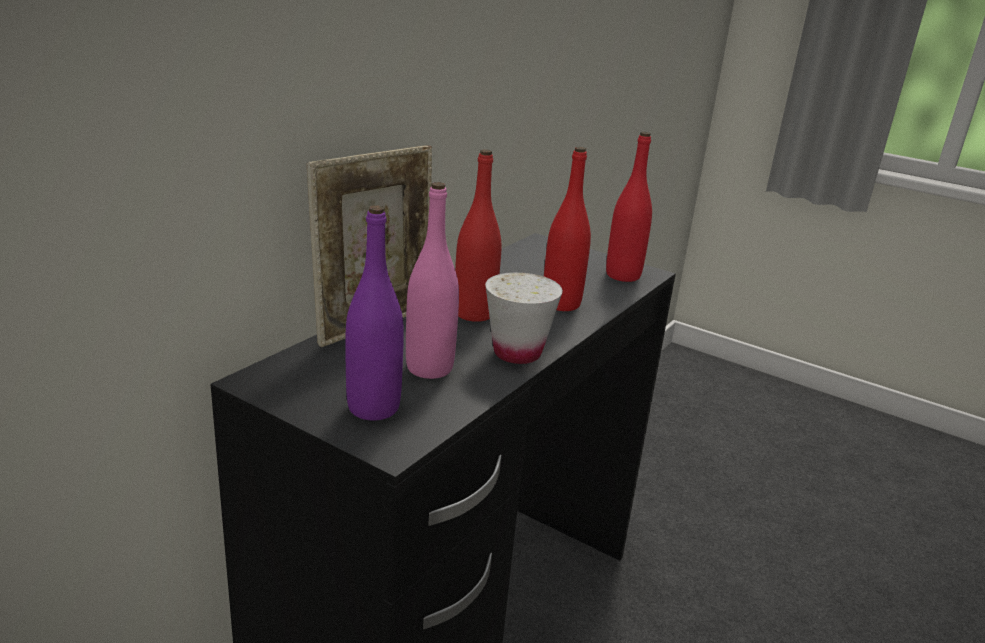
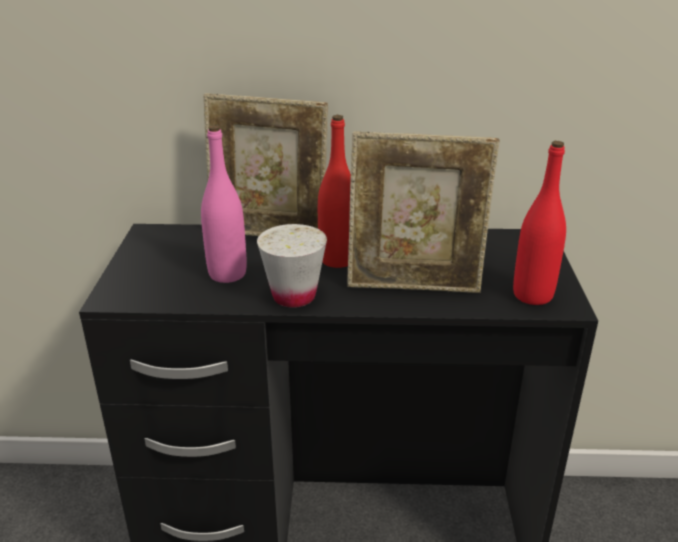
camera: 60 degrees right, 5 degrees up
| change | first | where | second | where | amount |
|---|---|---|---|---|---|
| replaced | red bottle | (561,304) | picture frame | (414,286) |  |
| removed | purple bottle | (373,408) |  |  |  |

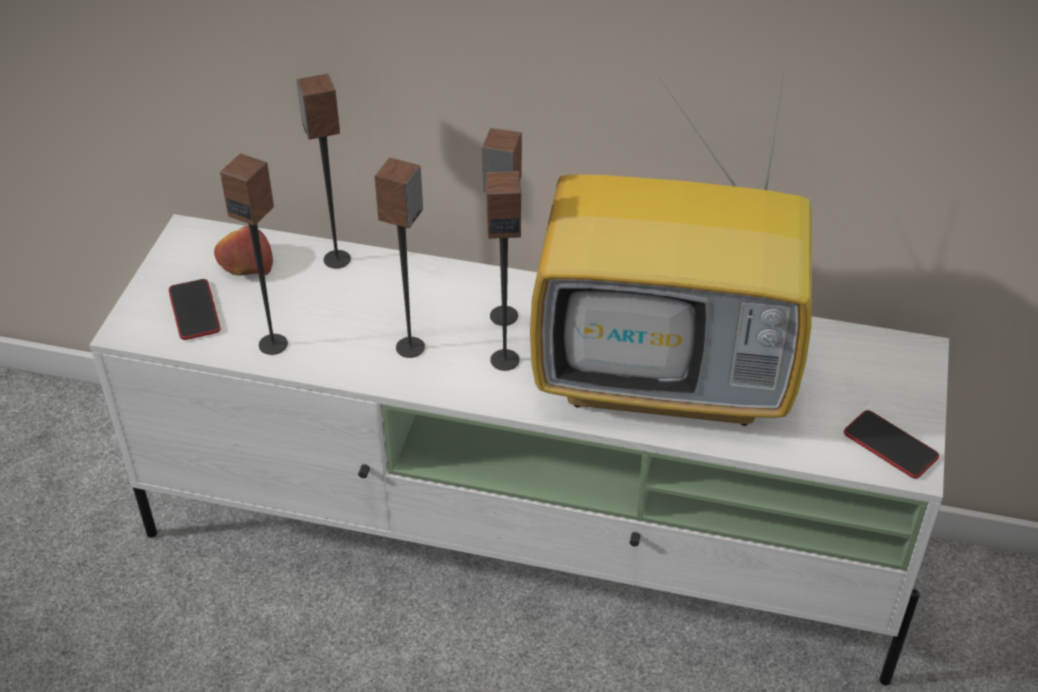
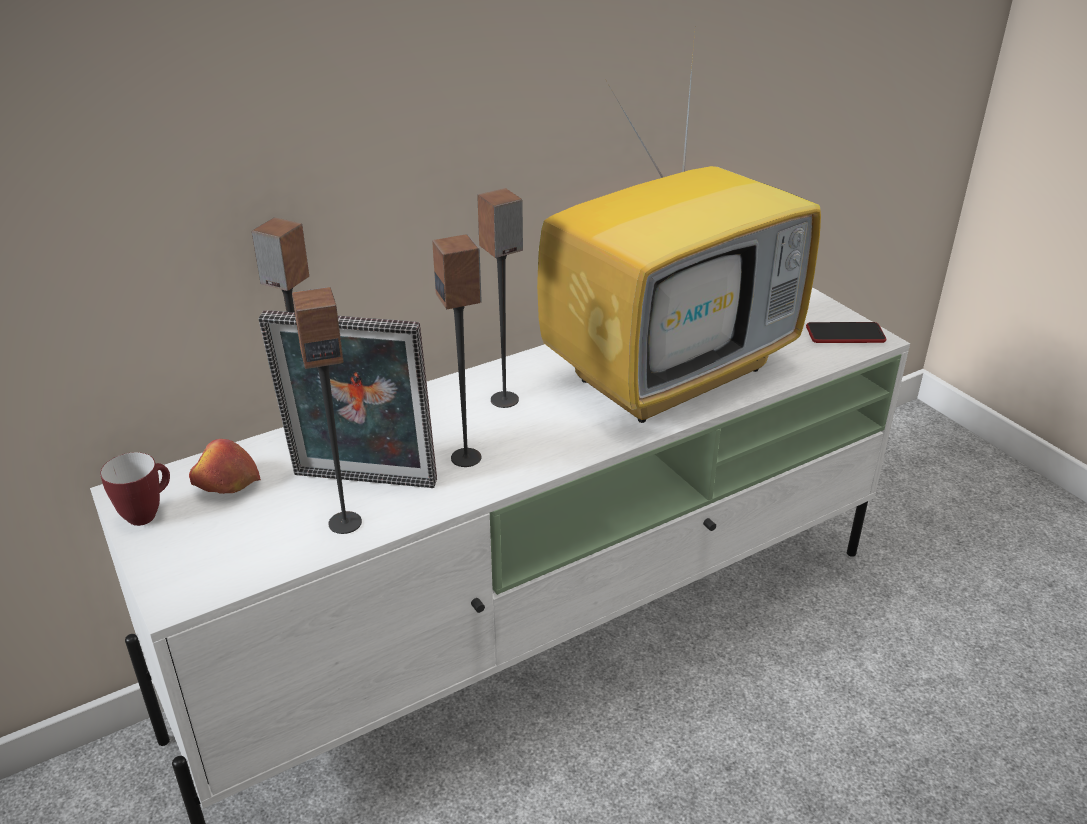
camera: 45 degrees left, 10 degrees down
| change | first | where | second | where | amount |
|---|---|---|---|---|---|
| removed | loudspeaker | (505,359) |  |  |  |
| removed | telephone | (194,310) |  |  |  |
| added |  |  | picture frame | (362,483) |  |
| added |  |  | coffee mug | (147,513) |  |

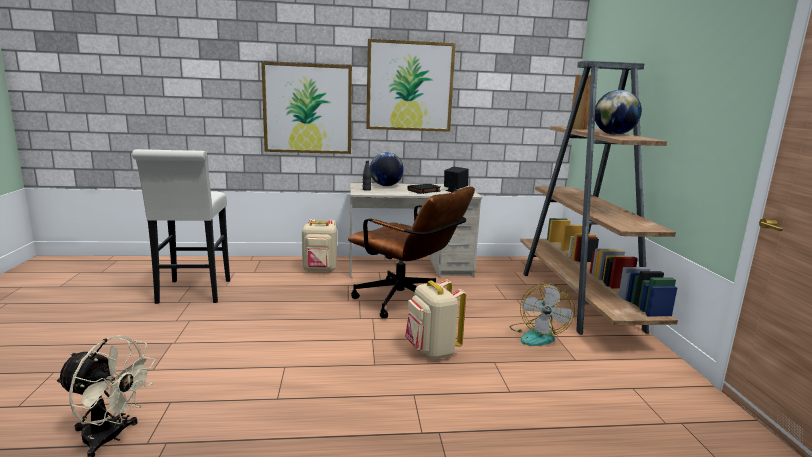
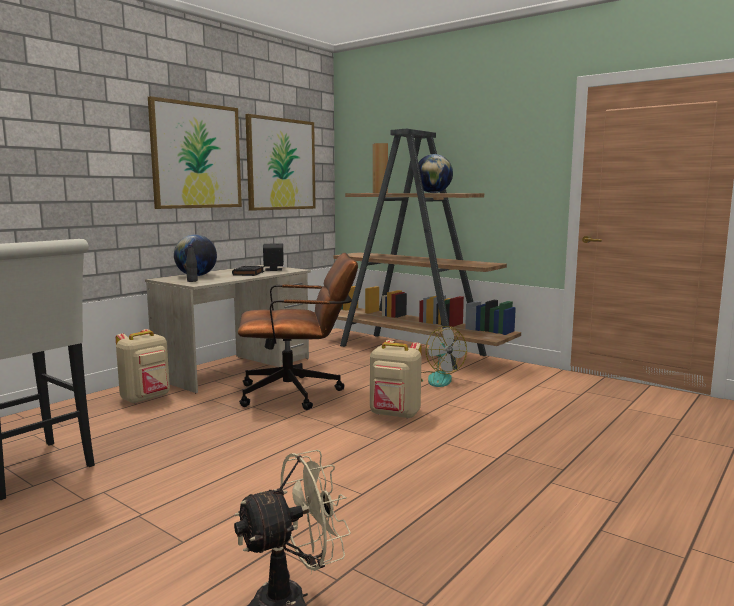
camera: 45 degrees left, 5 degrees down
| change | first | where | second | where | amount |
|---|---|---|---|---|---|
| moved | picture | (308,109) |  | (281,164) |  |

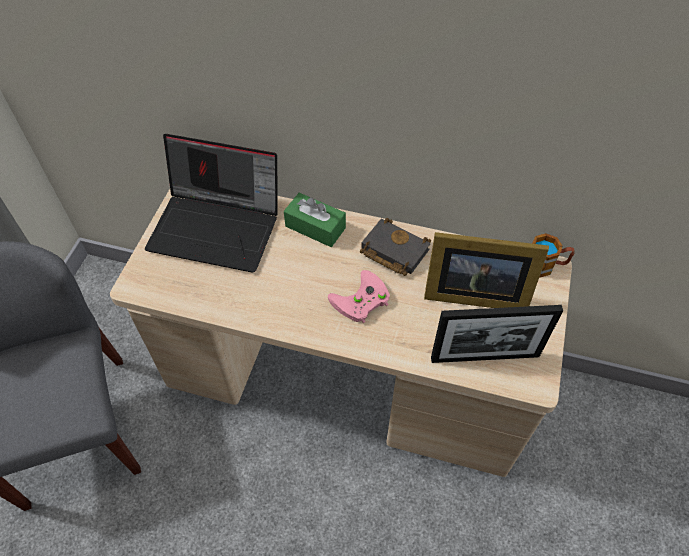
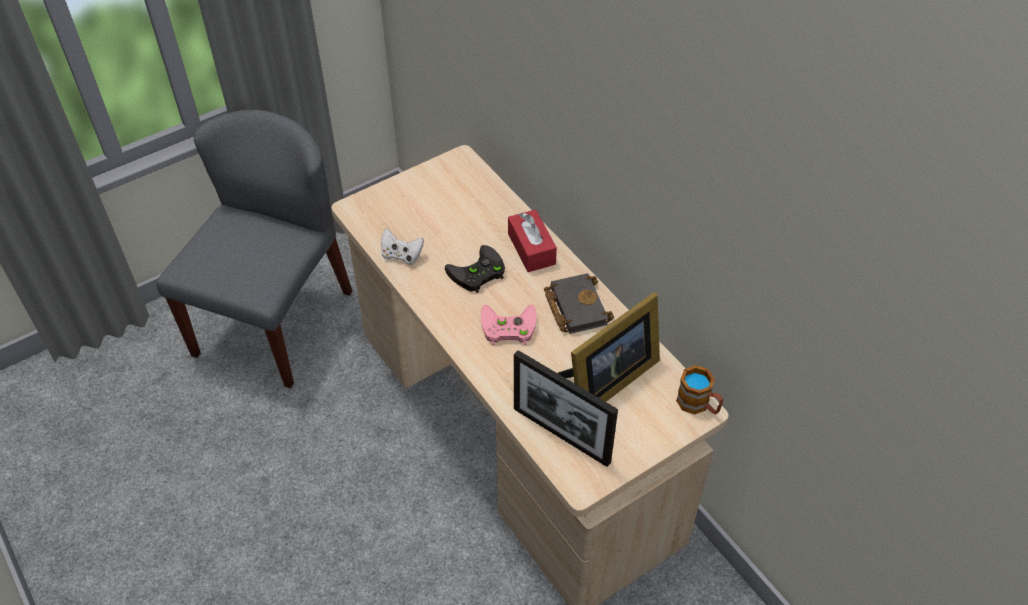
camera: 40 degrees right, 5 degrees down
| change | first | where | second | where | amount |
|---|---|---|---|---|---|
| removed | laptop | (218,227) |  |  |  |
| recoloured | greenish box of tissues | (315,227) | red box of tissues | (531,249) |  |
| turned | picture frame | (472,292) |  | (606,382) | 90 degrees counterclockwise |
| added |  |  | whitish gamepad | (401,256) |  |
| added |  |  | black-coloured gamepad | (476,274) |  |

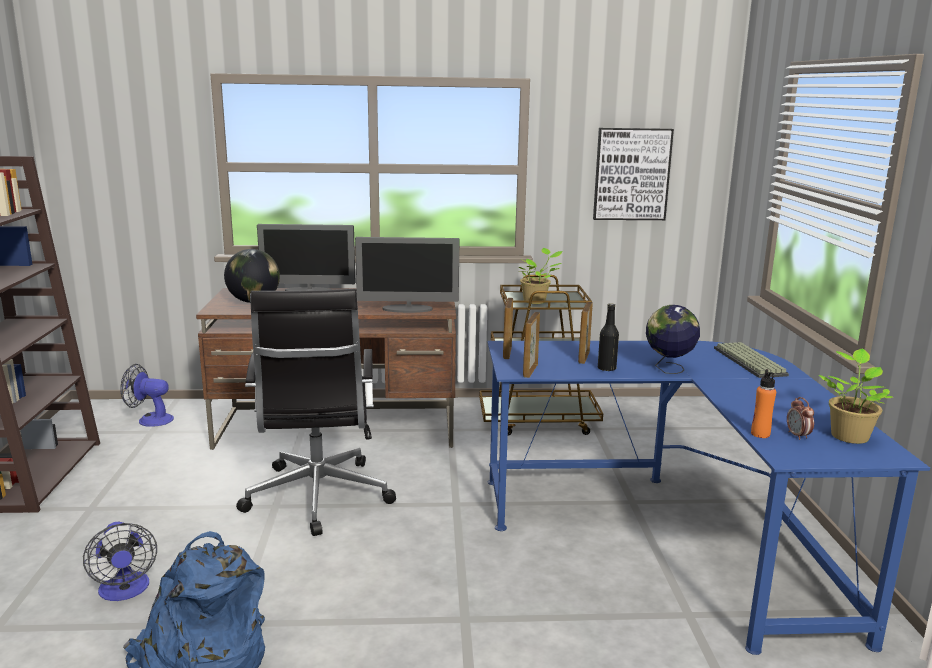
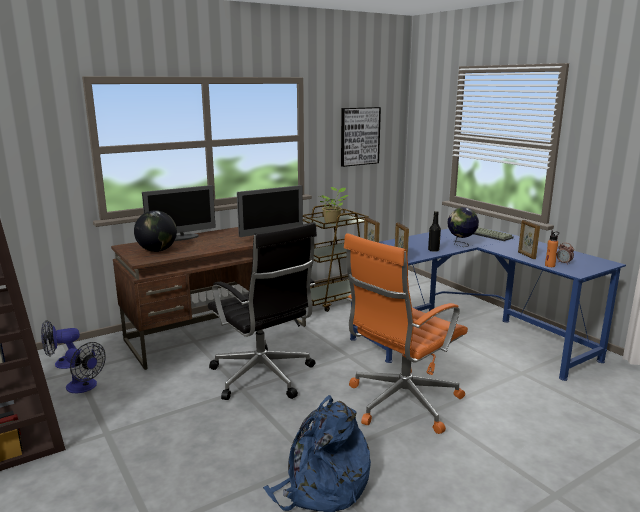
camera: 30 degrees left, 0 degrees up
| change | first | where | second | where | amount |
|---|---|---|---|---|---|
| moved | picture frame | (583,357) |  | (526,255) |  |
| removed | plant in a pot | (849,435) |  |  |  |
| moved | fan | (125,591) |  | (85,387) |  |
| added |  |  | orangey desk chair | (400,403) |  |

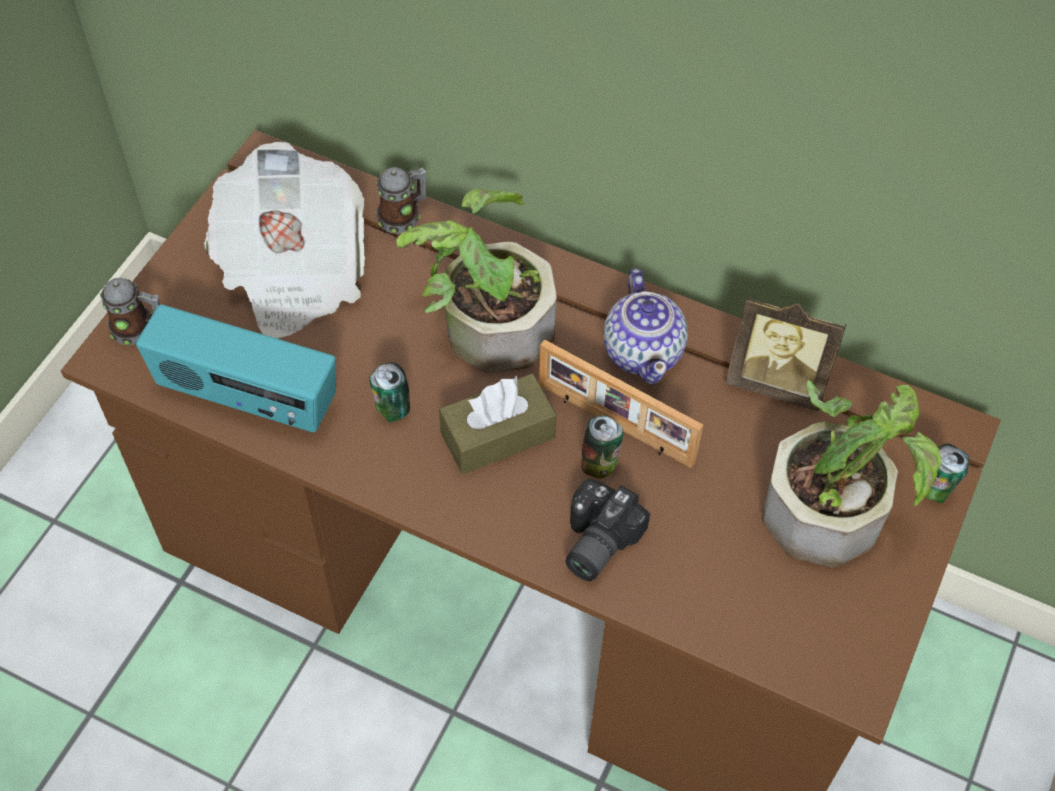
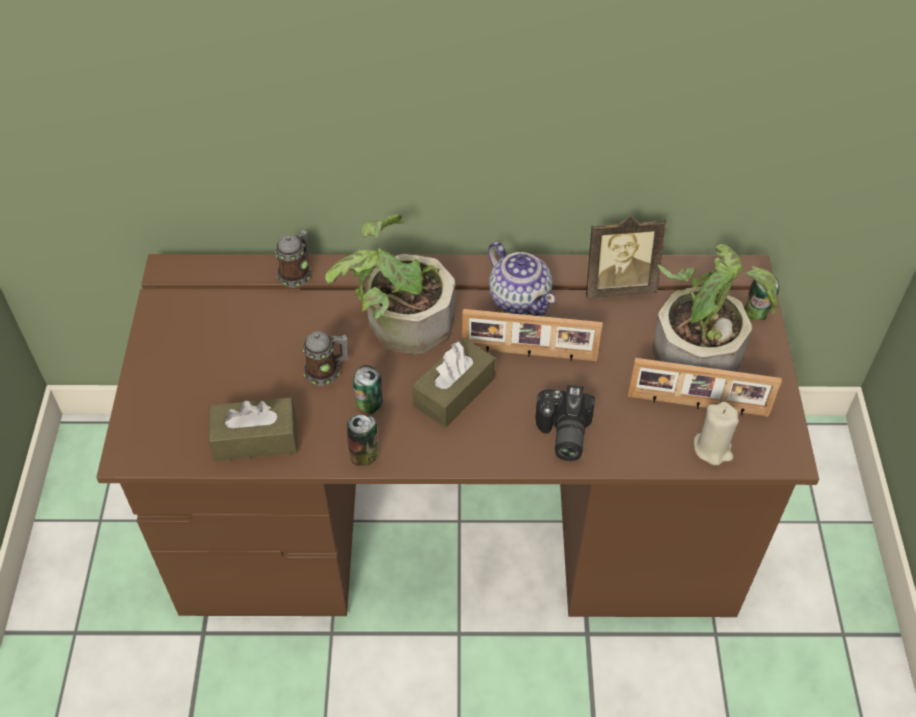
camera: 25 degrees left, 5 degrees down
| change | first | where | second | where | amount |
|---|---|---|---|---|---|
| removed | newspaper | (292,270) |  |  |  |
| moved | coffee mug | (138,328) |  | (327,371) |  |
| replaced | radio receiver | (247,398) | brownish box of tissues | (256,439) |  |
| moved | sealed can | (600,464) |  | (364,454) |  |
| added |  |  | picture frame | (697,406) |  |
| added |  |  | sand-coloured wax light | (713,448) |  |

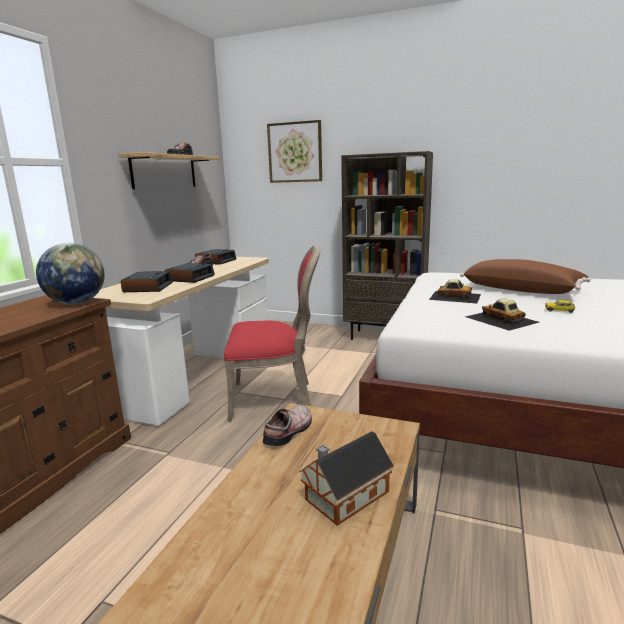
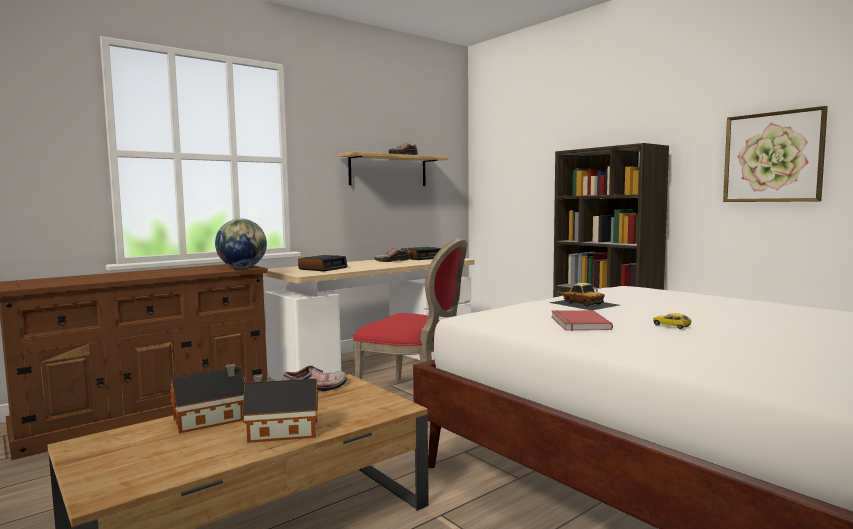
camera: 30 degrees right, 10 degrees down
| change | first | where | second | where | amount |
|---|---|---|---|---|---|
| moved | picture | (295,152) |  | (772,157) |  |
| removed | brownish throw pillow | (521,290) |  |  |  |
| removed | bedside clock | (190,278) |  |  |  |
| replaced | model car | (501,319) | red bound book | (577,323) |  |
| added |  |  | miniature house | (212,419) |  |

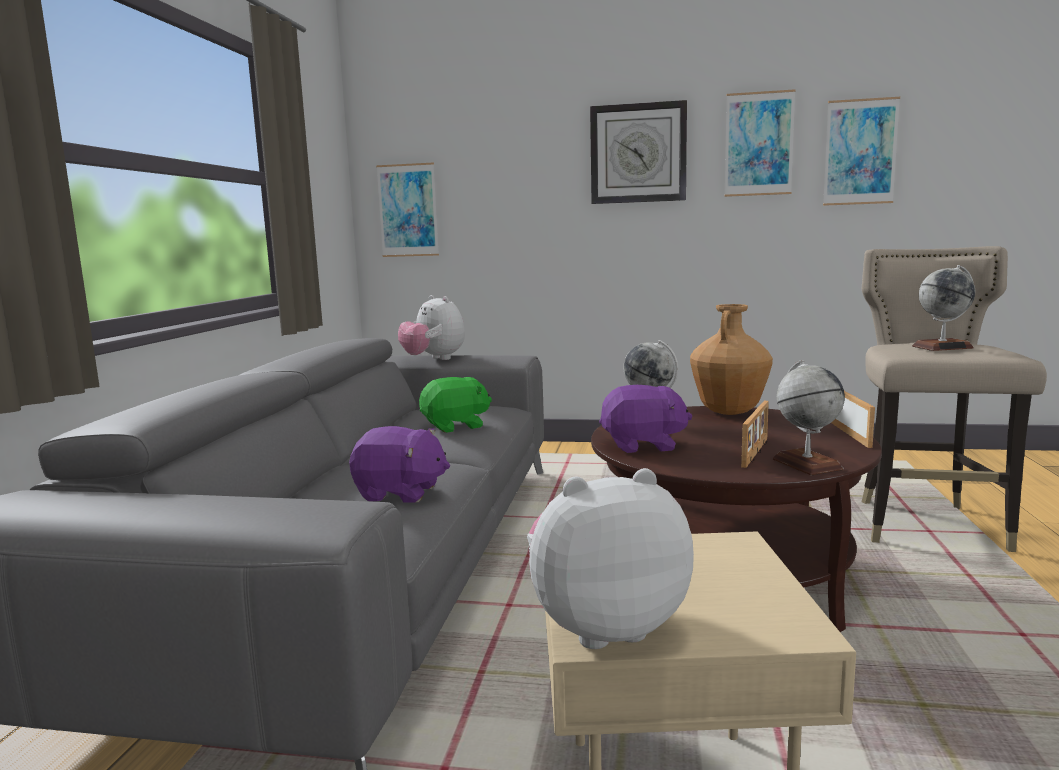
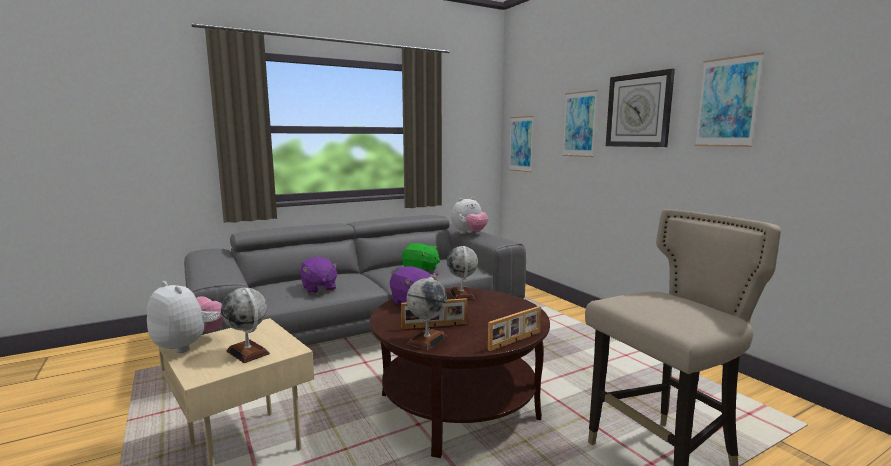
camera: 50 degrees right, 0 degrees up
| change | first | where | second | where | amount |
|---|---|---|---|---|---|
| moved | picture | (860,152) |  | (579,124) |  |
| moved | desk globe | (942,347) |  | (248,352) |  |
| turned | plush toy | (433,359) |  | (469,233) | 135 degrees counterclockwise |
| removed | brownish vase | (729,412) |  |  |  |

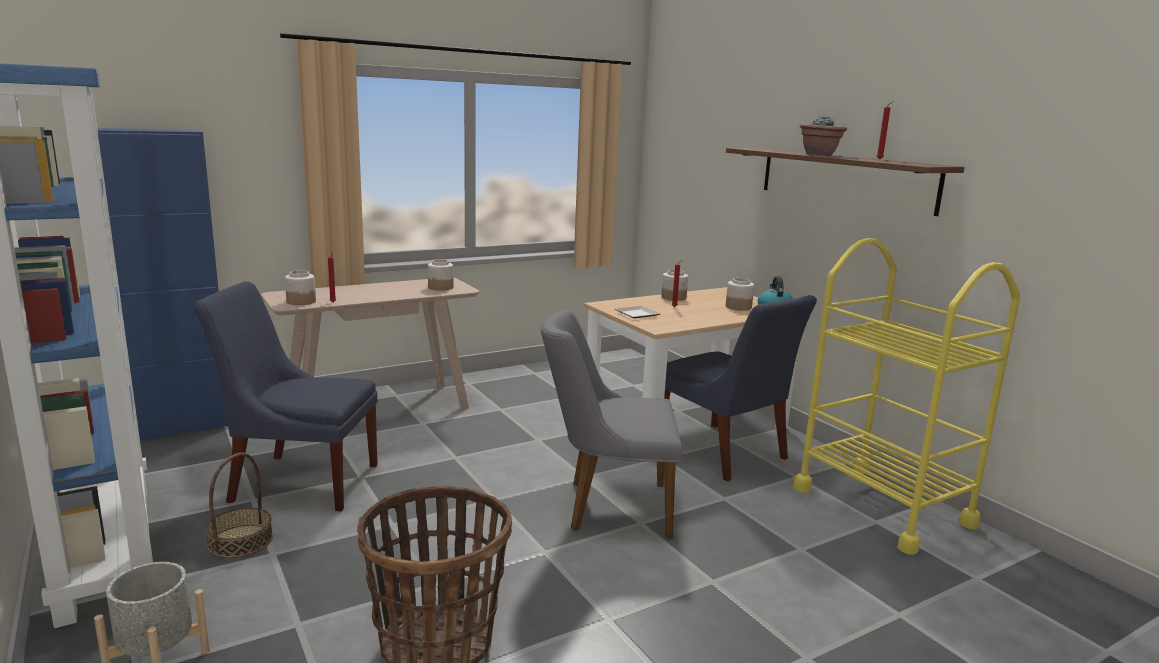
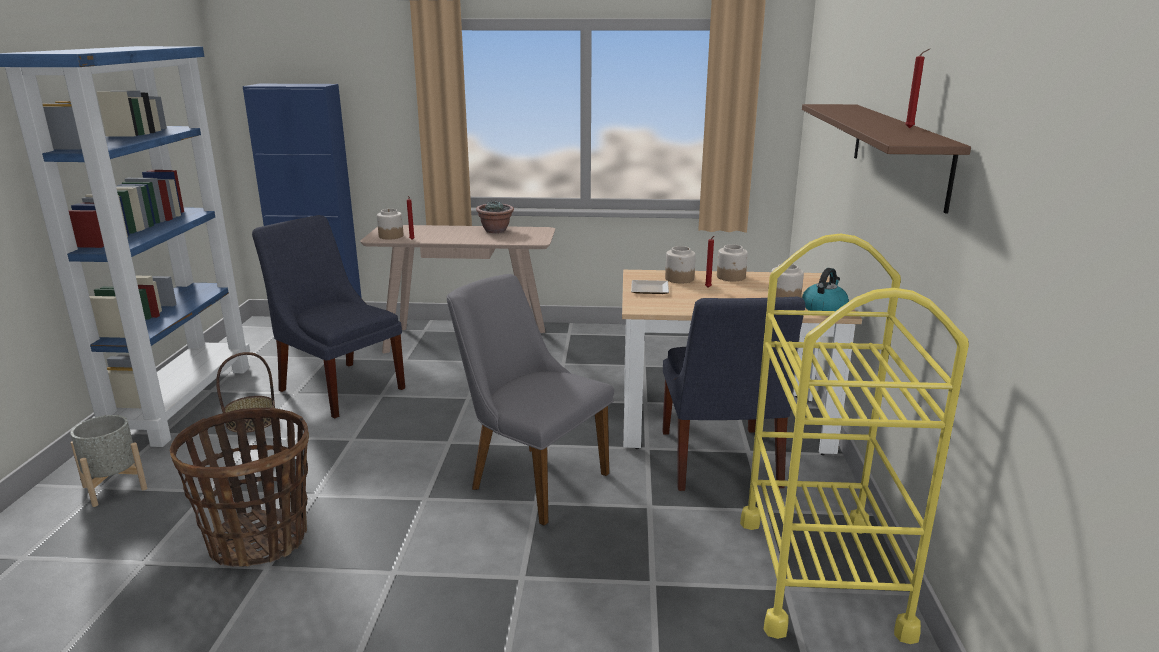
camera: 35 degrees right, 5 degrees up
| change | first | where | second | where | amount |
|---|---|---|---|---|---|
| moved | plant in a pot | (819,154) |  | (496,231) |  |
| moved | preserve jar | (441,287) |  | (680,279) |  |

